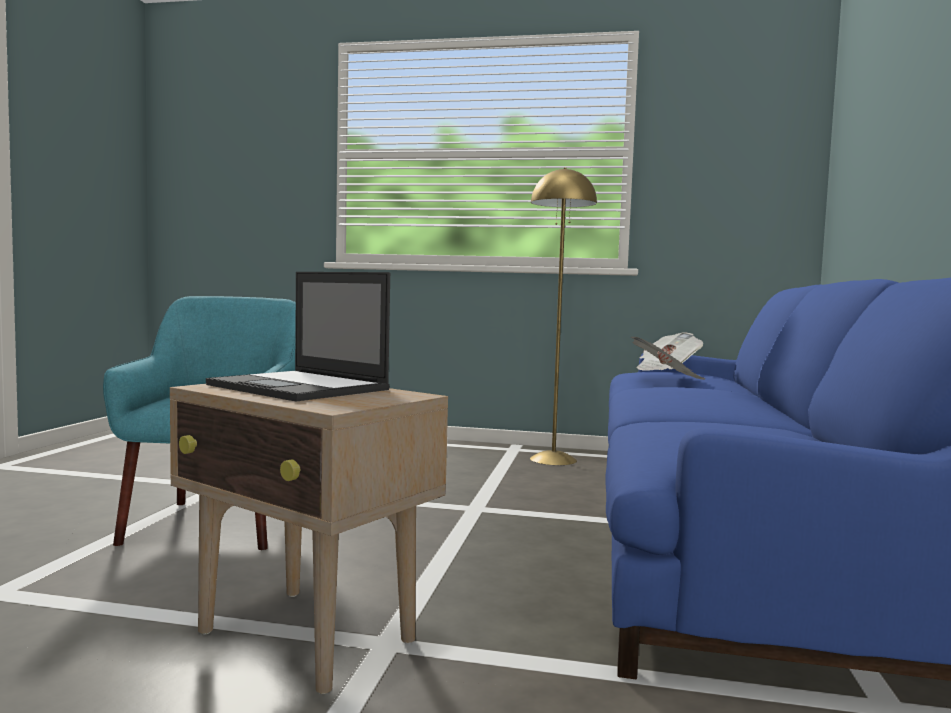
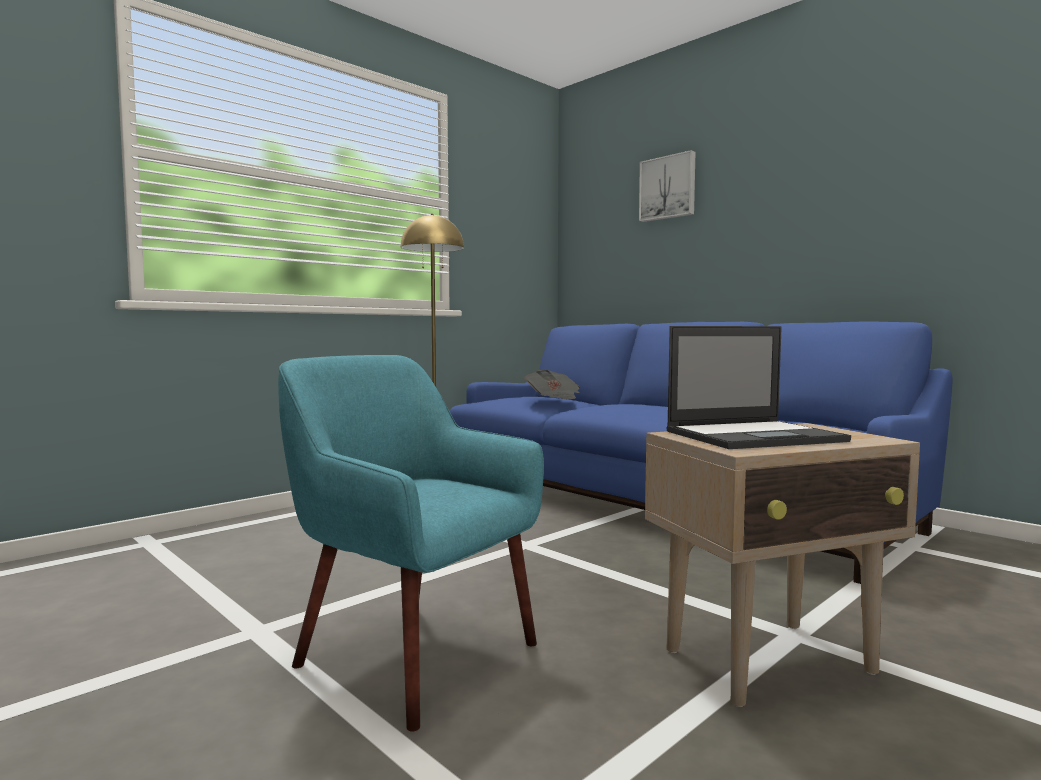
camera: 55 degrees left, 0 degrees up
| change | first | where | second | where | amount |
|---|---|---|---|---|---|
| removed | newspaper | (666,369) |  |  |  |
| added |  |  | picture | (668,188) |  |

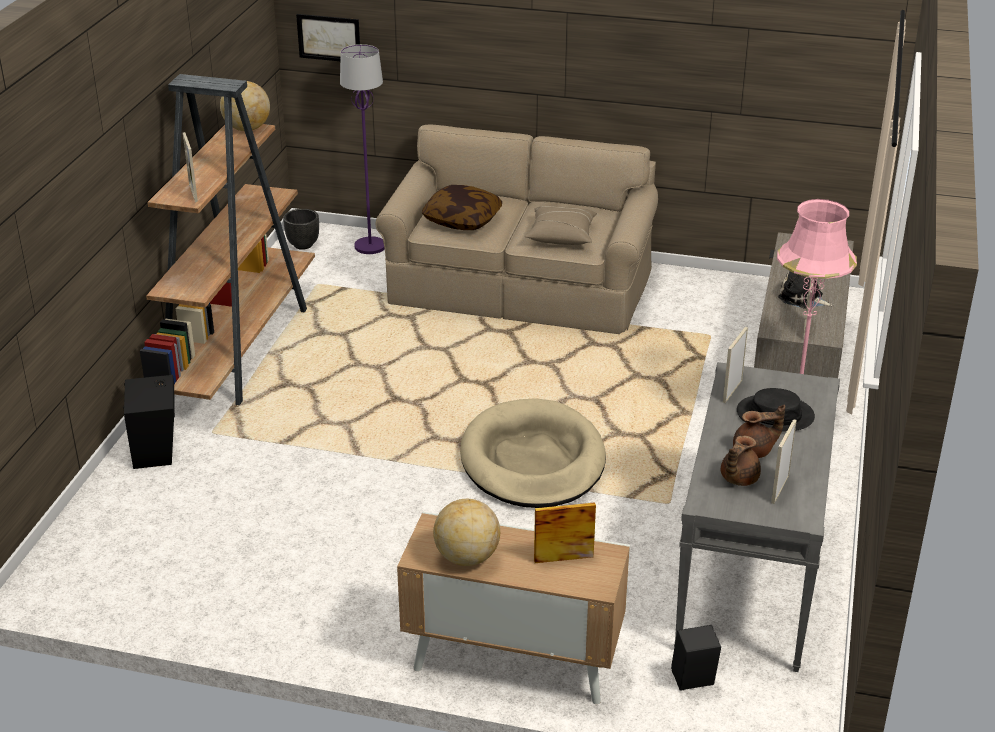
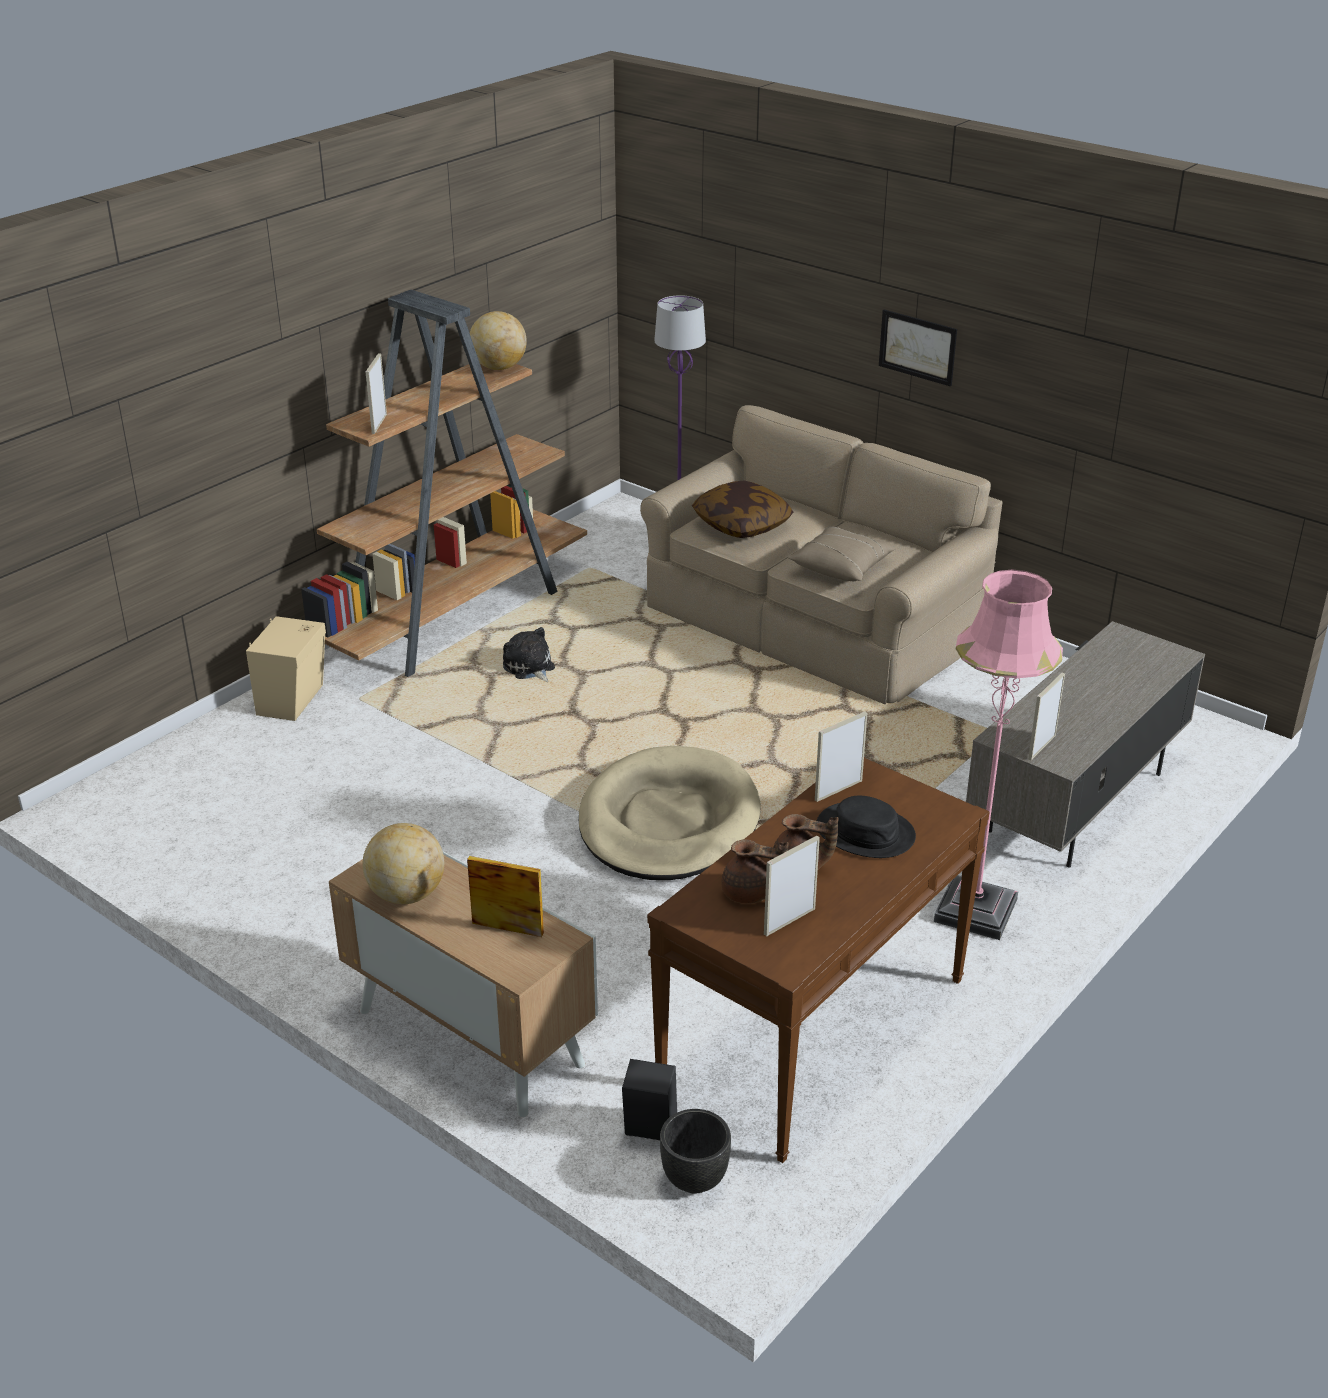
camera: 25 degrees right, 0 degrees up
| change | first | where | second | where | amount |
|---|---|---|---|---|---|
| moved | picture | (329,38) |  | (917,347) |  |
| moved | black-coloured plant pot | (303,245) |  | (695,1180) |  |
| moved | plush toy | (803,298) |  | (530,668) |  |
| recoloured | grey hall table | (750,578) | brownish hall table | (814,1033) |  |
| recoloured | black-coloured loudspeaker | (156,448) | sand-coloured loudspeaker | (294,699) |  |
| turned | brownish teapot | (738,478) |  | (750,894) | 135 degrees counterclockwise |

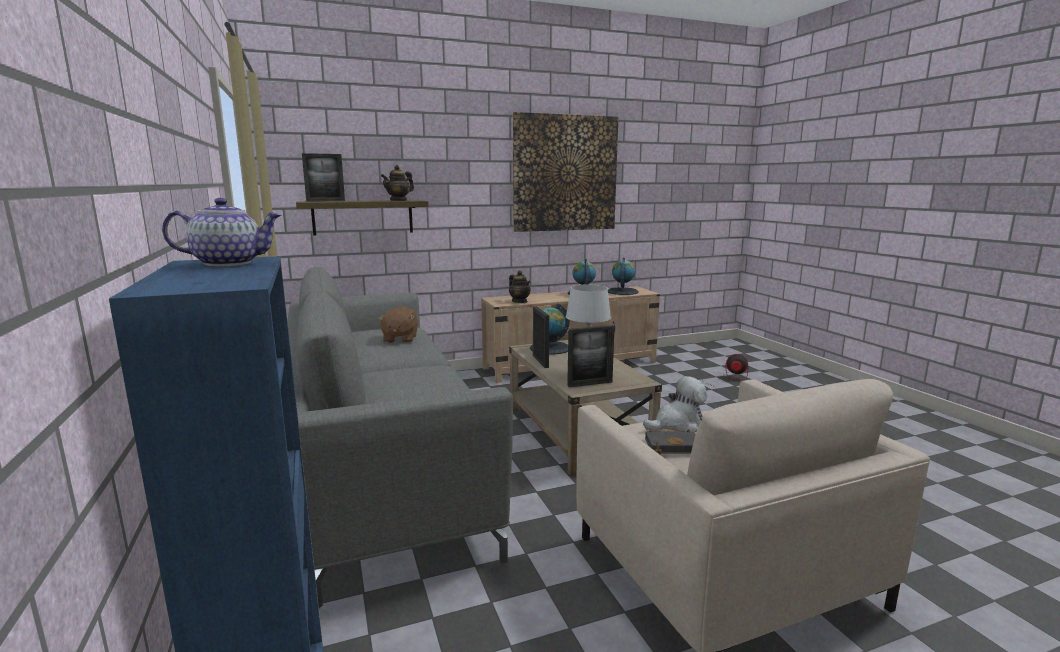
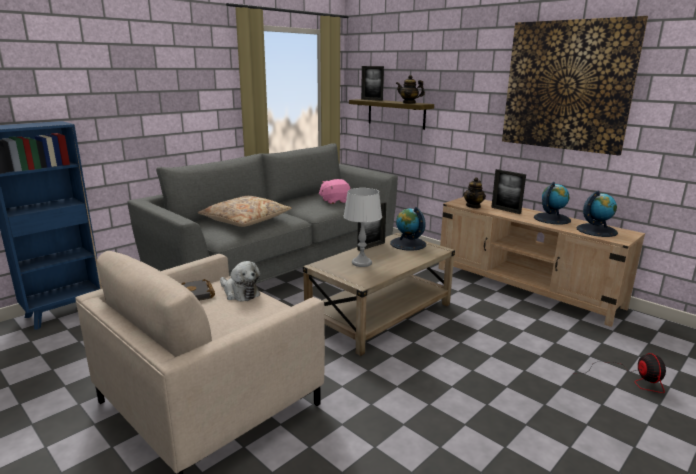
camera: 65 degrees right, 5 degrees up
| change | first | where | second | where | amount |
|---|---|---|---|---|---|
| removed | teapot | (229,263) |  |  |  |
| recoloured | brownish plush toy | (400,339) | pink-coloured plush toy | (334,201) |  |
| moved | picture frame | (590,384) |  | (505,210) |  |
| added |  |  | sand-coloured throw pillow | (245,220) |  |

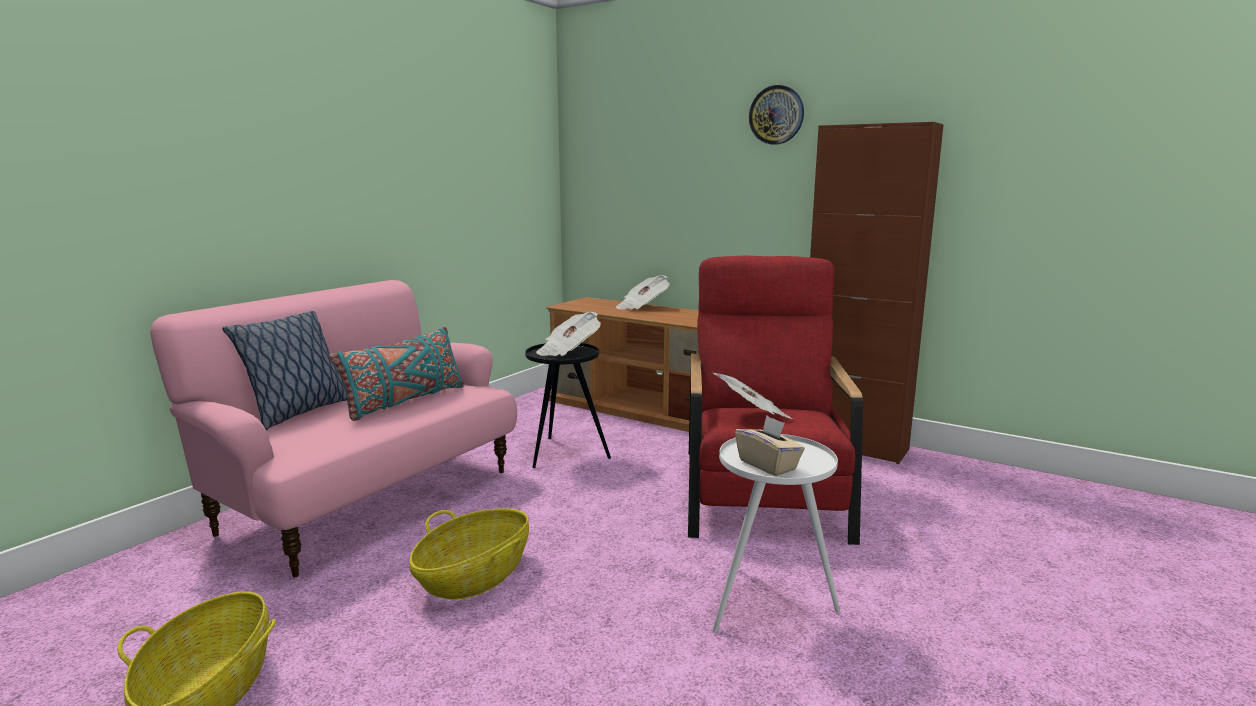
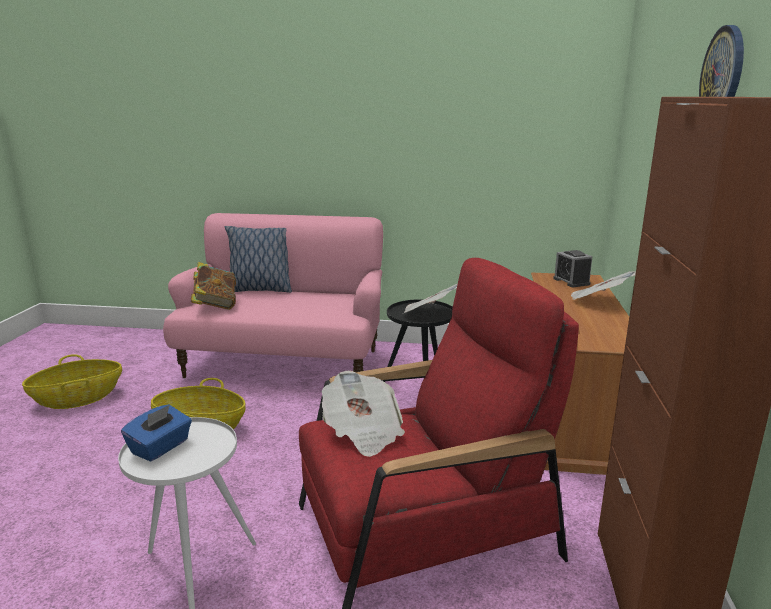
camera: 65 degrees right, 5 degrees up
| change | first | where | second | where | amount |
|---|---|---|---|---|---|
| removed | blue-green throw pillow | (404,401) |  |  |  |
| recoloured | sand-coloured box of tissues | (768,465) | bluish box of tissues | (160,447) |  |
| added |  |  | bedside clock | (571,281) |  |
| added |  |  | bound book | (215,305) |  |

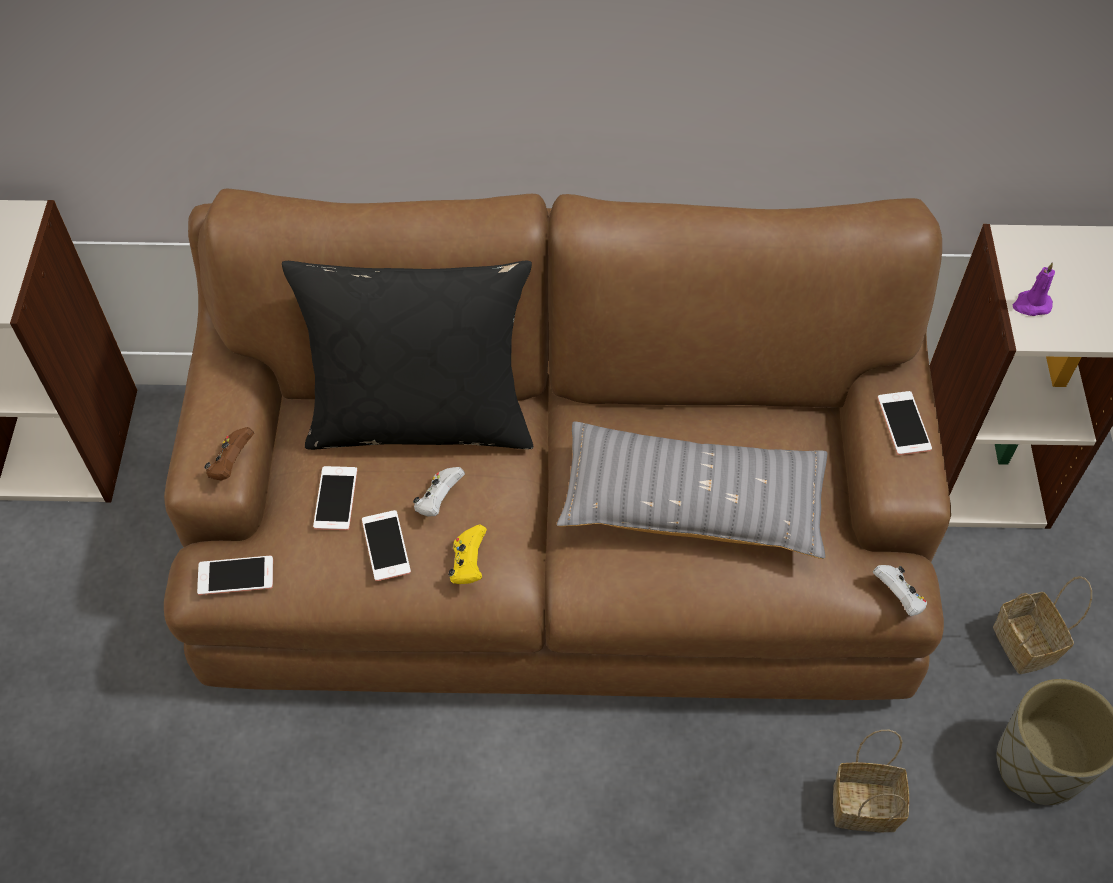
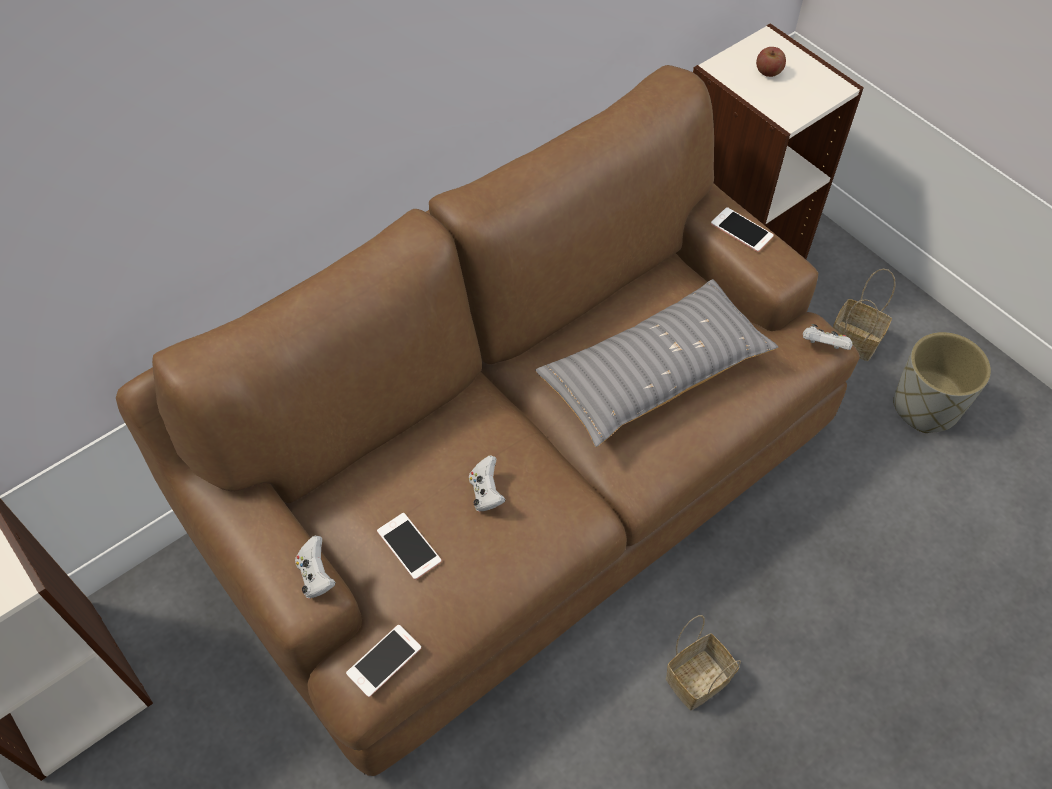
camera: 40 degrees left, 0 degrees up
| change | first | where | second | where | amount |
|---|---|---|---|---|---|
| removed | black-coloured throw pillow | (421,417) |  |  |  |
| removed | purple wax light | (1031,305) |  |  |  |
| recoloured | brownish gamepad | (232,464) | whitish gamepad | (316,576) |  |
| removed | telephone | (386,546) |  |  |  |
| removed | yellow gamepad | (468,565) |  |  |  |
| moved | basket | (866,805) |  | (698,677) |  |
| added |  |  | apple fruit | (768,71) |  |

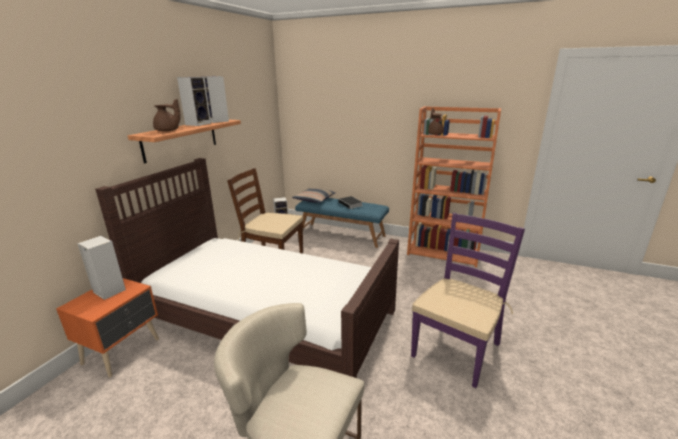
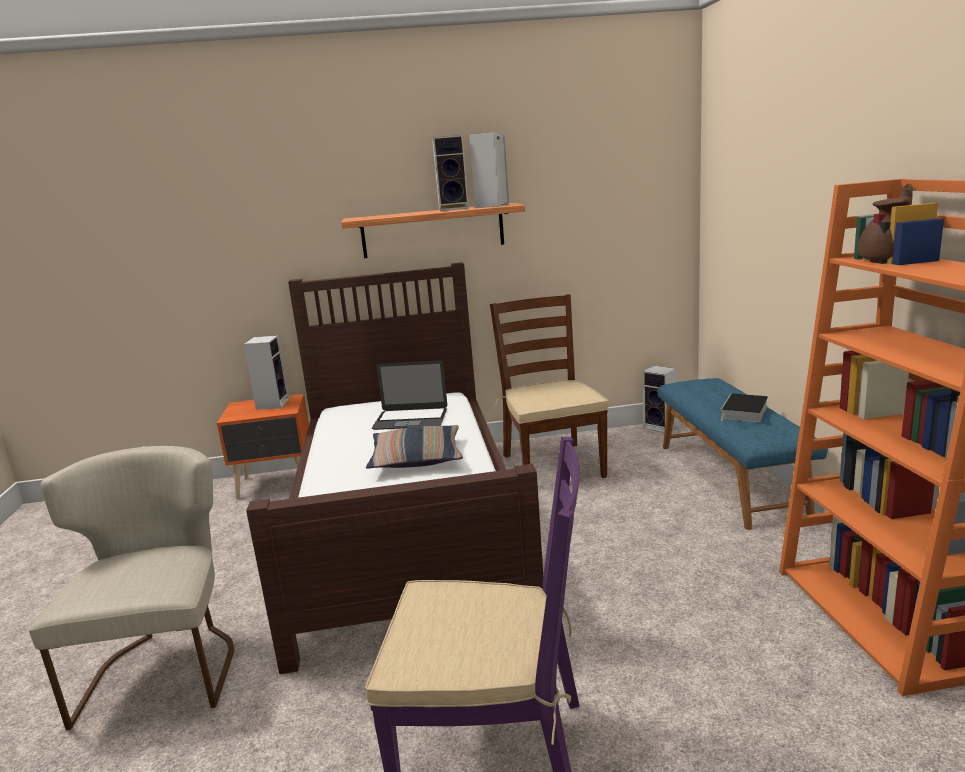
camera: 60 degrees right, 5 degrees down
| change | first | where | second | where | amount |
|---|---|---|---|---|---|
| removed | brownish teapot | (168,131) |  |  |  |
| moved | throw pillow | (314,199) |  | (416,458) |  |
| added |  |  | laptop | (411,419) |  |

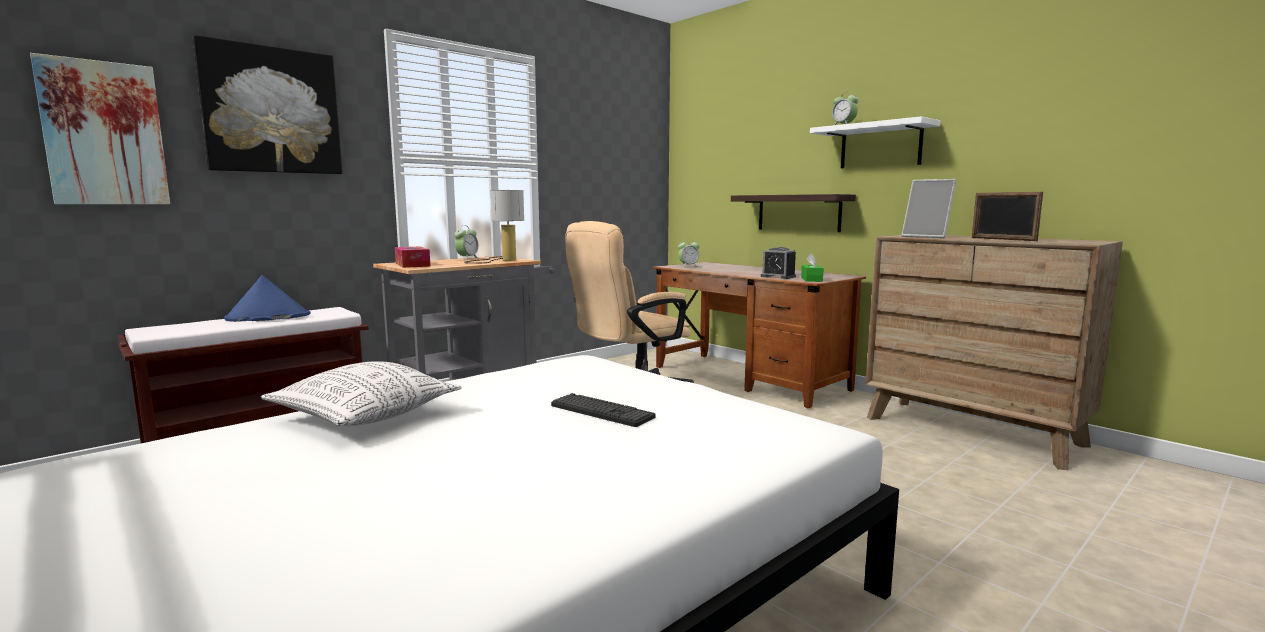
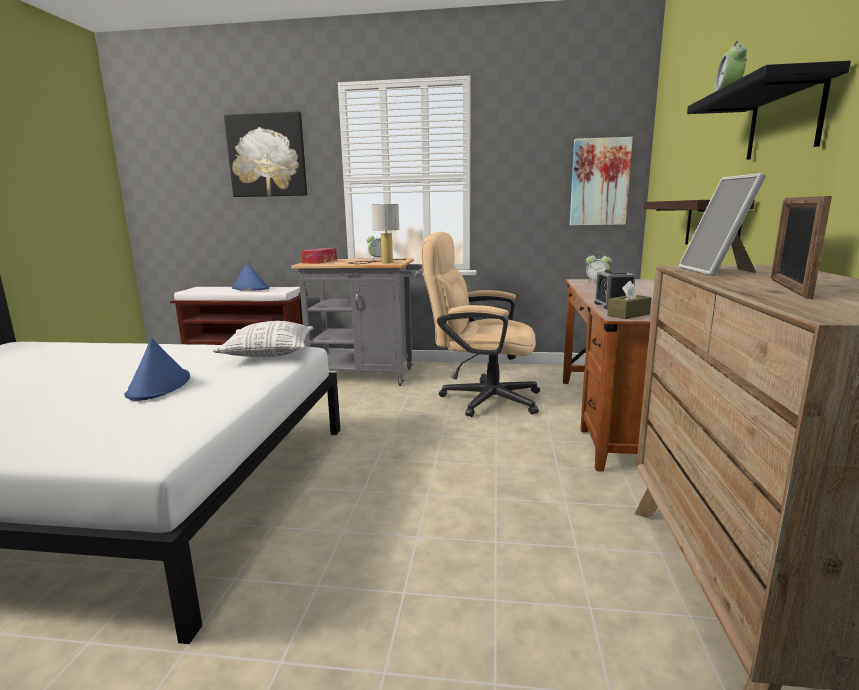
camera: 50 degrees right, 5 degrees up
| change | first | where | second | where | amount |
|---|---|---|---|---|---|
| moved | picture | (104,134) |  | (599,182) |  |
| recoloured | whitish shelf | (880,146) | black-coloured shelf | (784,120) |  |
| recoloured | greenish box of tissues | (811,279) | brownish box of tissues | (628,315) |  |
| moved | throw pillow | (364,416) |  | (269,353) |  |
| replaced | computer keyboard | (601,411) | bluish wearable hat | (159,386) |  |

